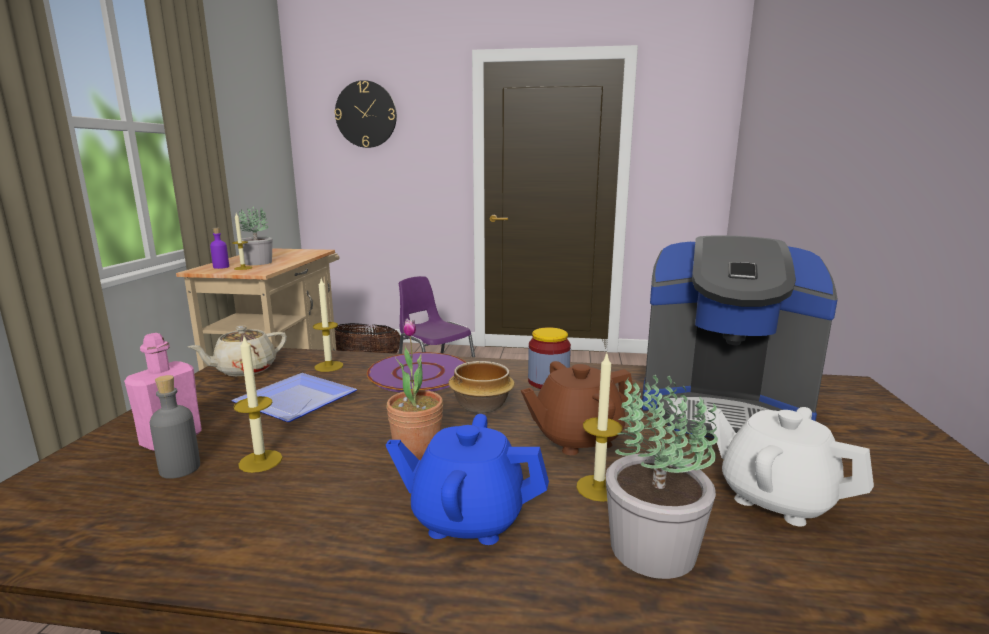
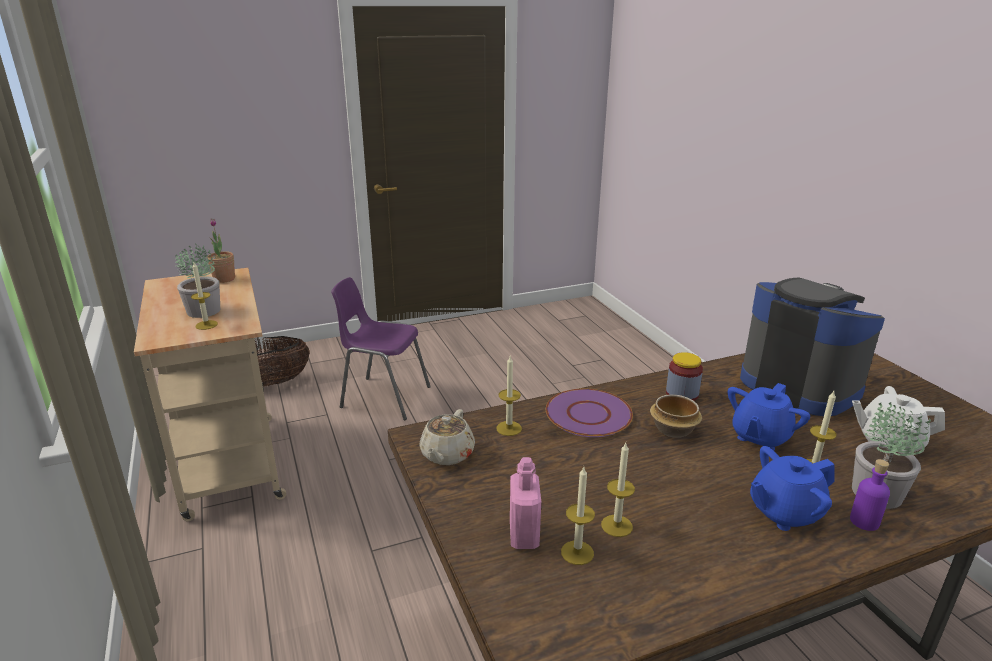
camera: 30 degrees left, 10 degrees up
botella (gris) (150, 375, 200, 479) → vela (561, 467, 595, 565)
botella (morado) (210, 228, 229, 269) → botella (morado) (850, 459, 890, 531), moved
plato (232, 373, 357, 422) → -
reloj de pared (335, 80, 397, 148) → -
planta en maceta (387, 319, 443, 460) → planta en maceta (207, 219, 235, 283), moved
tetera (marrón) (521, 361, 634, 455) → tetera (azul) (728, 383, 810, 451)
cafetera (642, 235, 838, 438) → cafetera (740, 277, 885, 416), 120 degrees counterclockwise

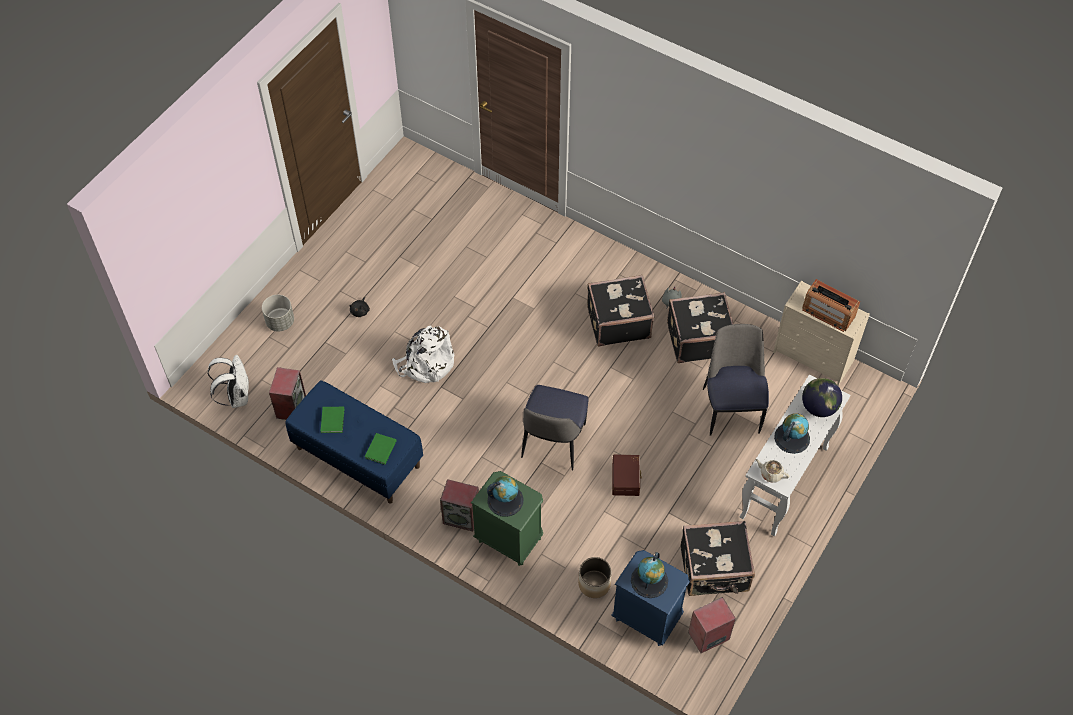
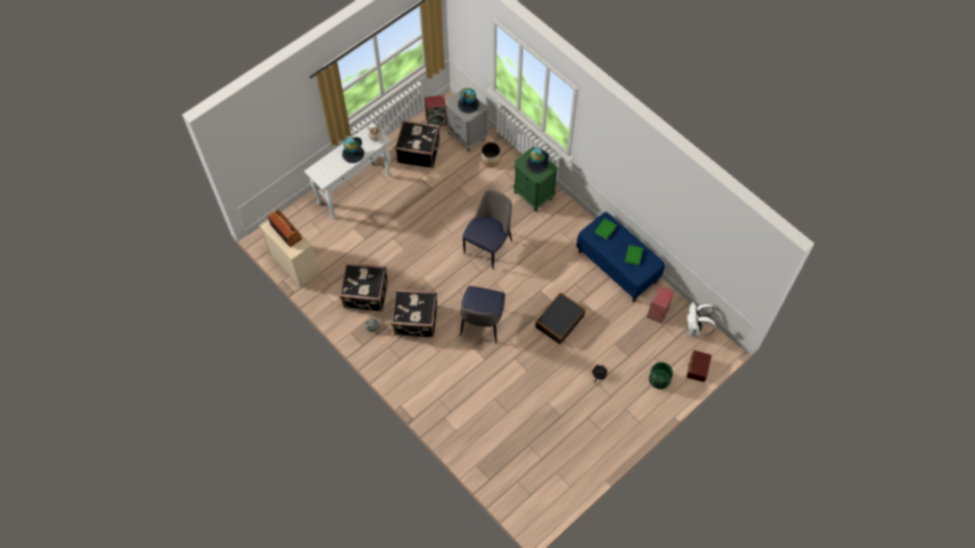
camera: 165 degrees left, 5 degrees up
maceta (gris) (262, 295, 294, 332) → maceta (verde) (649, 362, 673, 389)
mochila (blanco) (392, 325, 454, 383) → maleta (negro) (535, 293, 586, 344)
altavoz (440, 479, 479, 531) → -
mesita de noche (azul) (611, 550, 690, 646) → mesita de noche (gris) (446, 87, 488, 152)
caja de almacenaje (marrón) (612, 454, 642, 496) → caja de almacenaje (marrón) (686, 350, 712, 382), moved
silla (703, 324, 769, 436) → silla (460, 286, 505, 343), moved
globo terráqueo (802, 378, 842, 417) → -

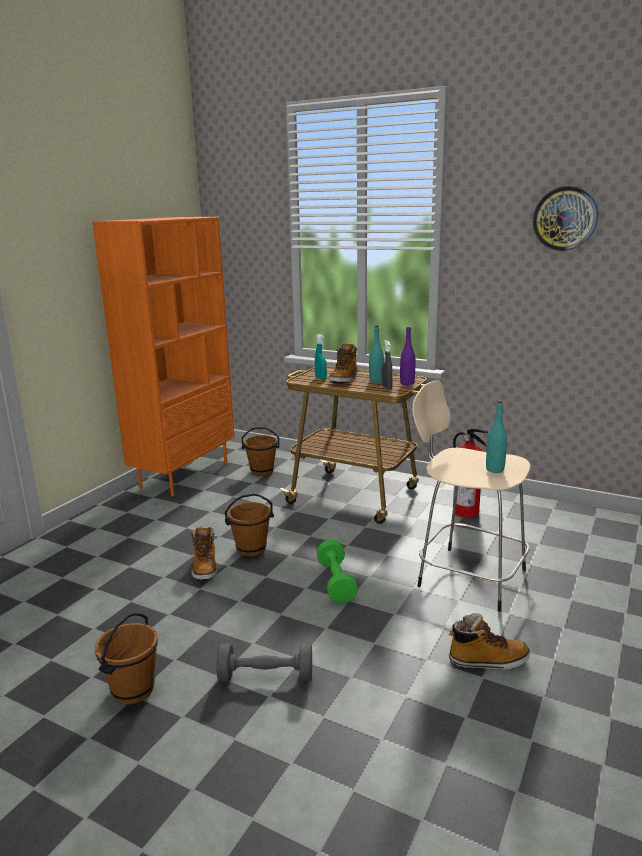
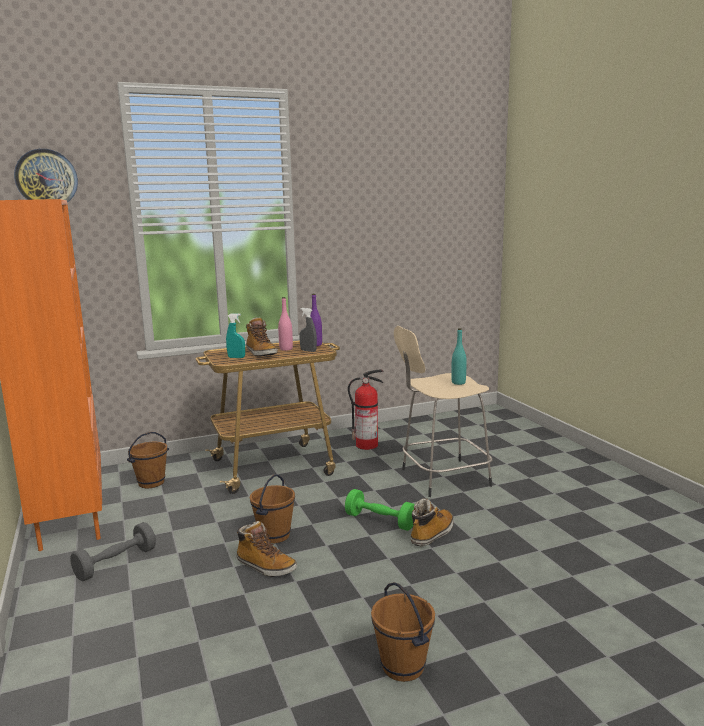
camera: 50 degrees left, 5 degrees down
mancuerna (gris) (216, 643, 312, 682) → mancuerna (gris) (70, 522, 156, 581), moved
botella (turquesa) (369, 326, 384, 383) → botella (rosa) (278, 297, 293, 351)
bota (449, 613, 530, 670) → bota (411, 499, 453, 546), moved
reloj de pared (533, 186, 598, 251) → reloj de pared (14, 149, 78, 203), moved

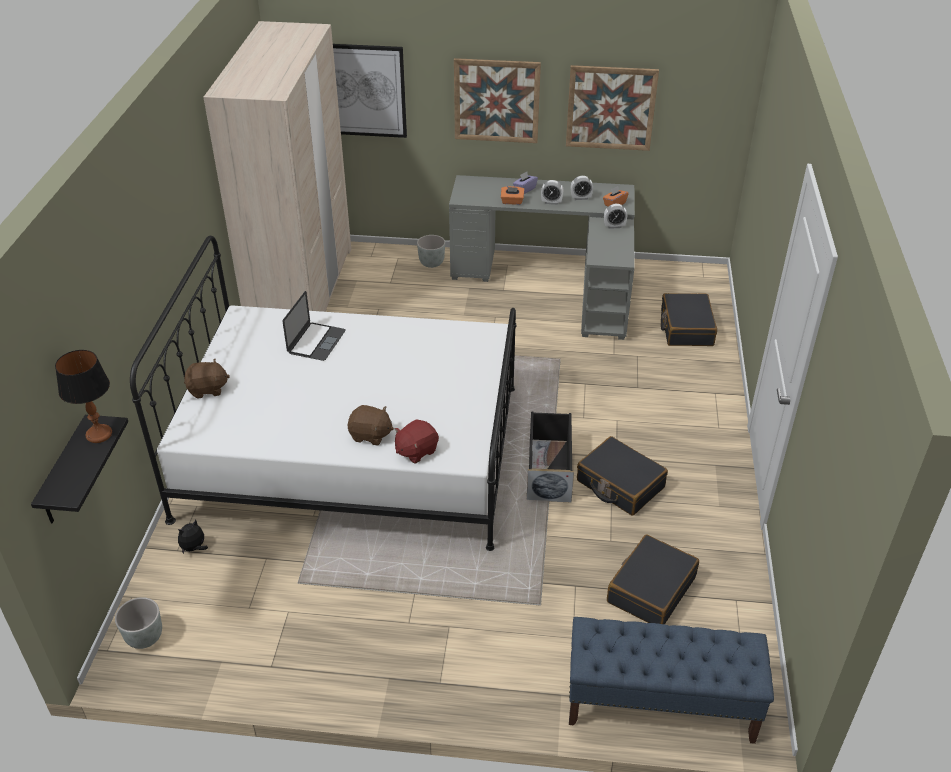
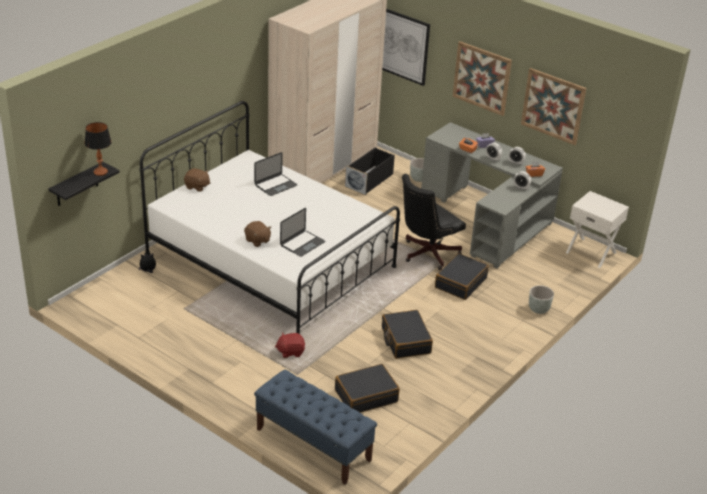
camera: 30 degrees right, 5 degrees down
maceta (gris) (115, 597, 162, 649) → maceta (gris) (529, 285, 554, 314), moved
peluche (rojo) (395, 419, 439, 464) → peluche (rojo) (275, 333, 305, 358), moved
caja de almacenaje (negro) (527, 412, 574, 503) → caja de almacenaje (negro) (345, 147, 395, 195), moved
maleta (negro) (661, 293, 717, 346) → maleta (negro) (435, 253, 489, 300), moved
- → portátil (280, 208, 325, 257)
- → silla de oficina (negro) (402, 174, 466, 270)
- → mesita de noche (blanco) (566, 191, 629, 268)

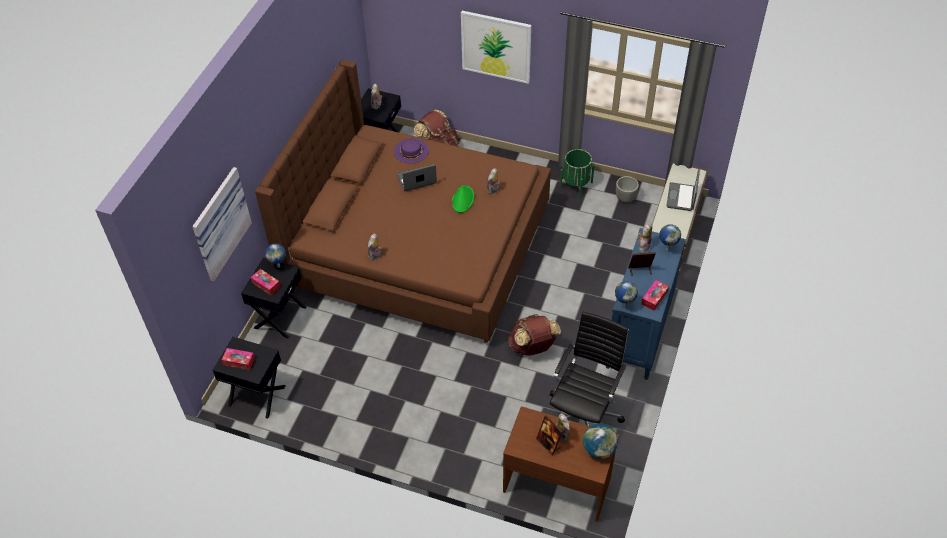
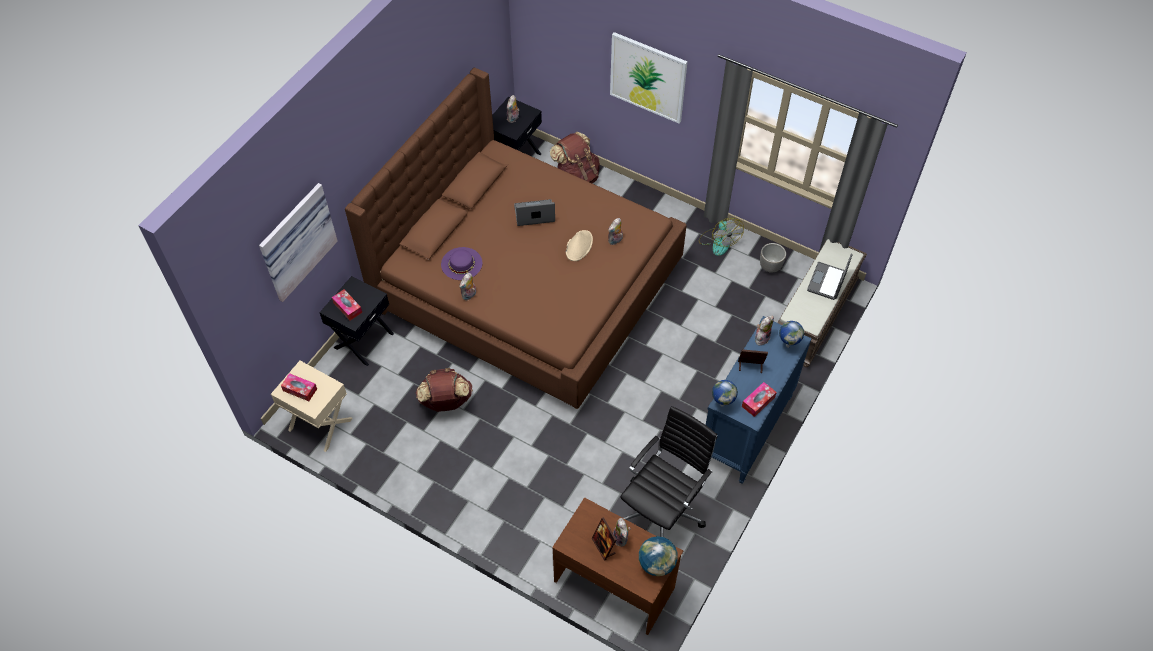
camera: 10 degrees right, 5 degrees up
mesita de noche (negro) (213, 337, 286, 419) → mesita de noche (beis) (271, 361, 353, 452)
globo terráqueo (265, 243, 286, 268) → -
sombrero (morado) (394, 138, 429, 163) → sombrero (morado) (441, 247, 482, 280), moved
sombrero (verde) (452, 185, 474, 213) → sombrero (beis) (566, 230, 593, 261)
mochila (marrón) (508, 314, 561, 356) → mochila (marrón) (416, 368, 473, 412), moved
maceta (verde) (560, 149, 595, 197) → ventilador (699, 218, 744, 256)

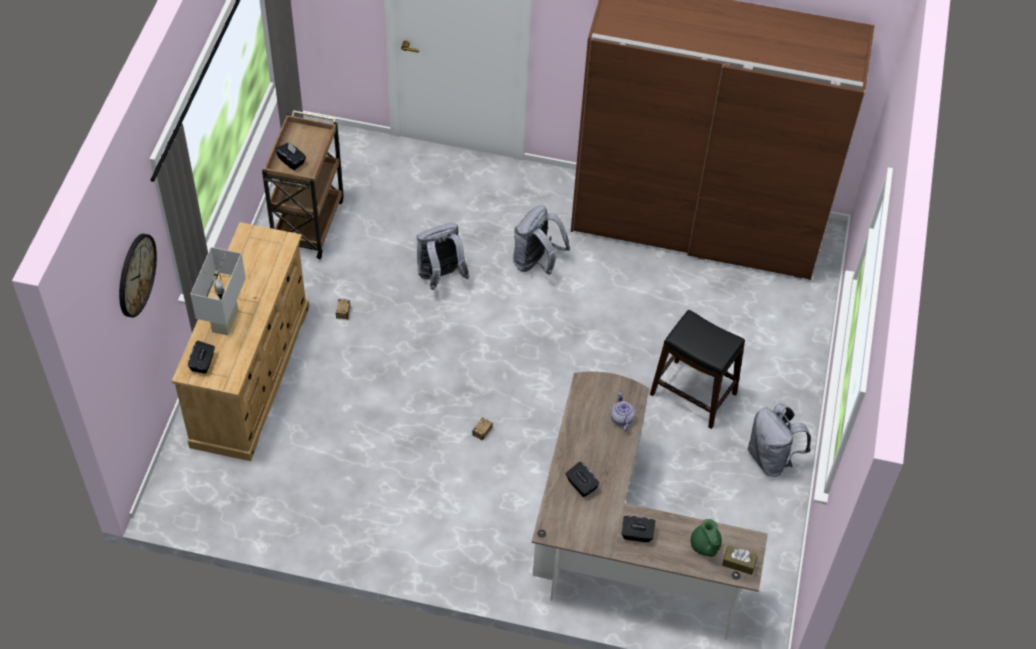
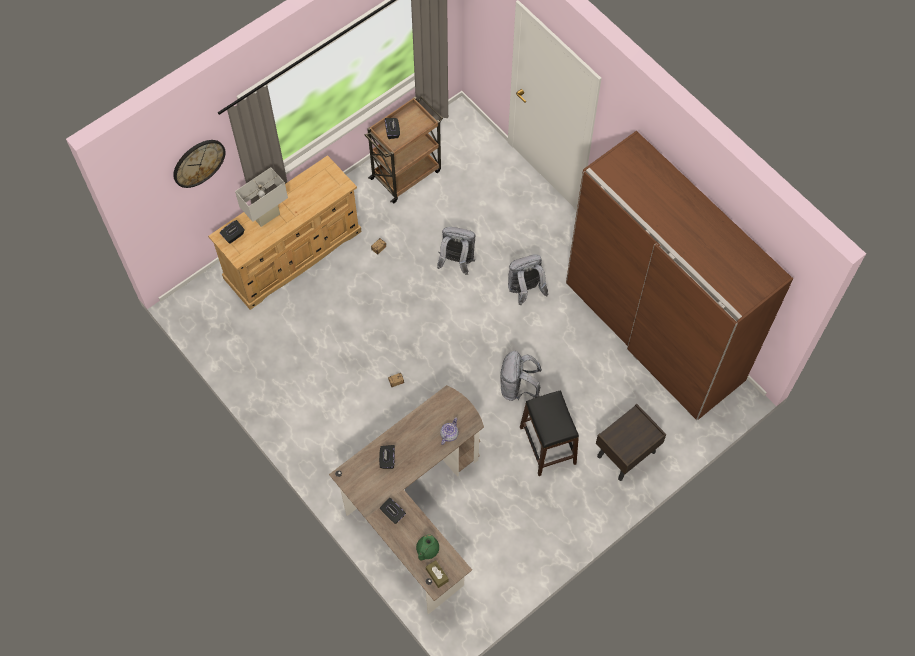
camera: 40 degrees right, 10 degrees up
mochila (gris) (748, 403, 811, 477) → mochila (gris) (500, 351, 542, 401), moved
- → mesita de noche (marrón) (596, 404, 666, 481)

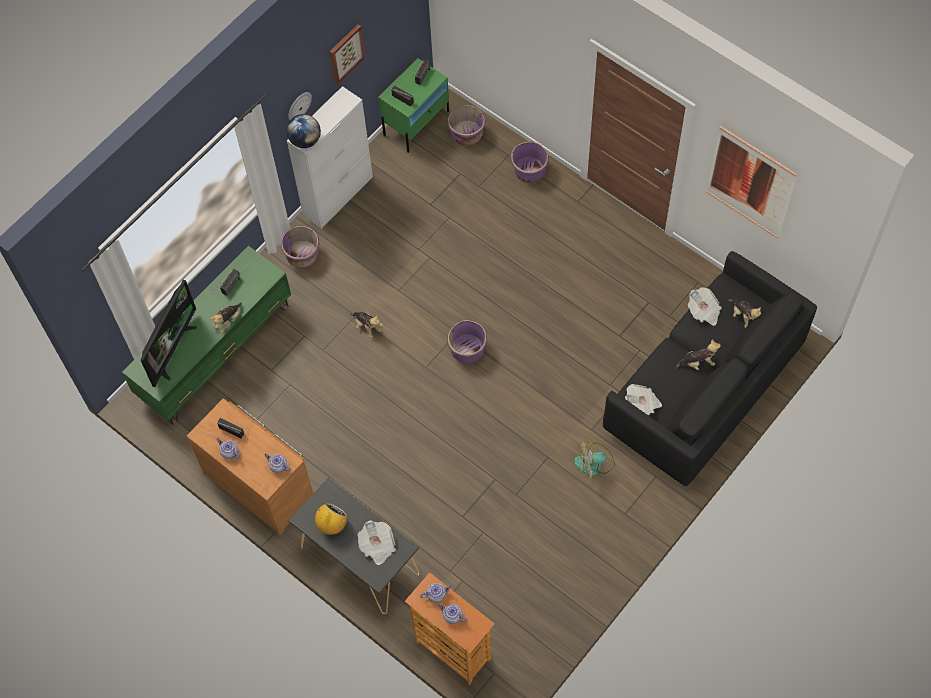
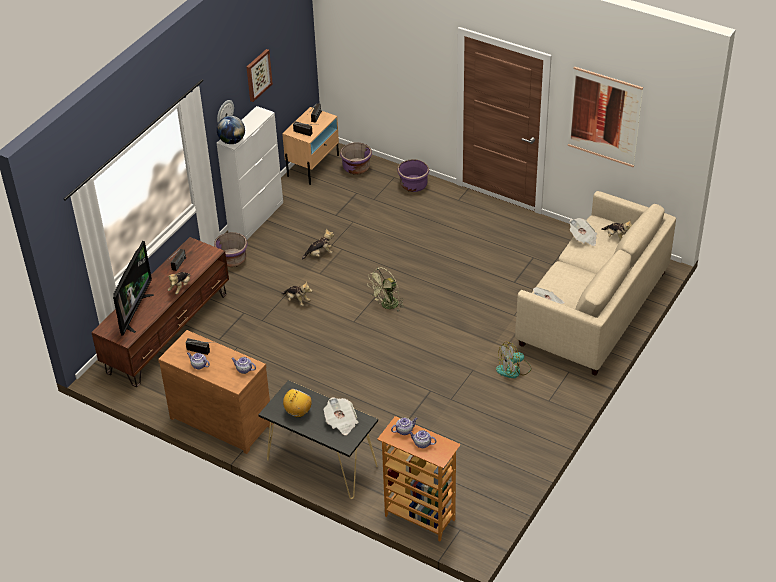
camera: 10 degrees left, 20 degrees down
mueble de televisión (verde) (122, 246, 291, 425) → mueble de televisión (marrón) (91, 237, 229, 387)
mesita de noche (verde) (378, 58, 449, 153) → mesita de noche (beis) (282, 107, 339, 185)
maceta (morado) (447, 320, 487, 364) → ventilador (verde) (367, 267, 404, 311)
sofá (negro) (603, 251, 817, 486) → sofá (beis) (515, 191, 676, 376)
peluche (675, 339, 721, 370) → peluche (302, 229, 334, 260), moved

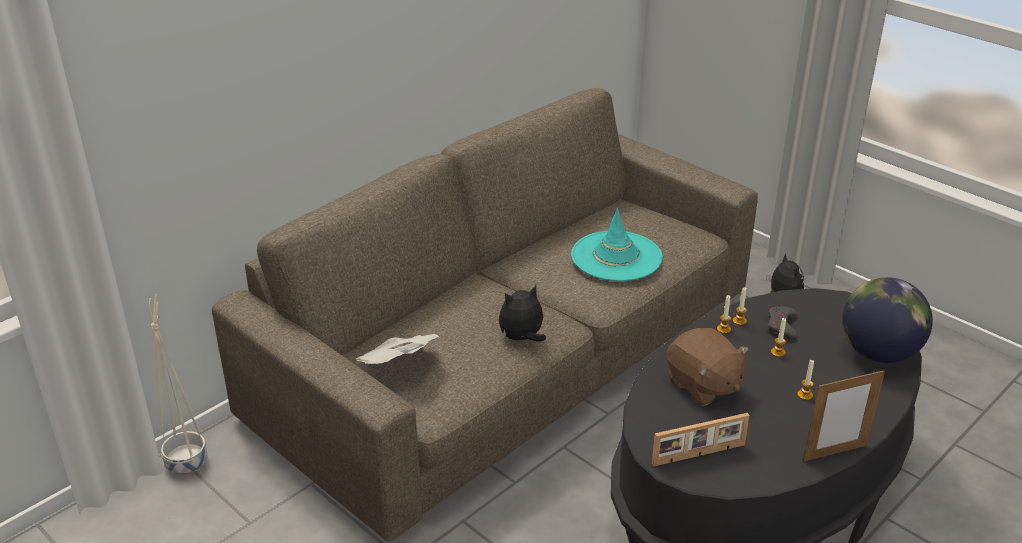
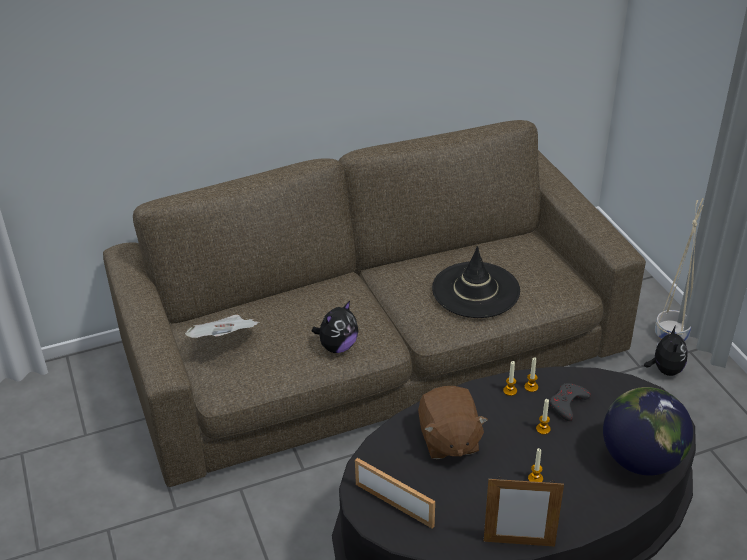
camera: 25 degrees right, 5 degrees up
maceta (beis) (149, 294, 208, 475) → maceta (beis) (655, 198, 704, 341), moved
peluche (499, 285, 546, 342) → peluche (312, 301, 358, 353), 135 degrees clockwise
sombrero (turquesa) (571, 208, 663, 281) → sombrero (negro) (432, 246, 520, 318)
portarretratos (652, 413, 750, 467) → portarretratos (355, 458, 435, 529), 150 degrees counterclockwise

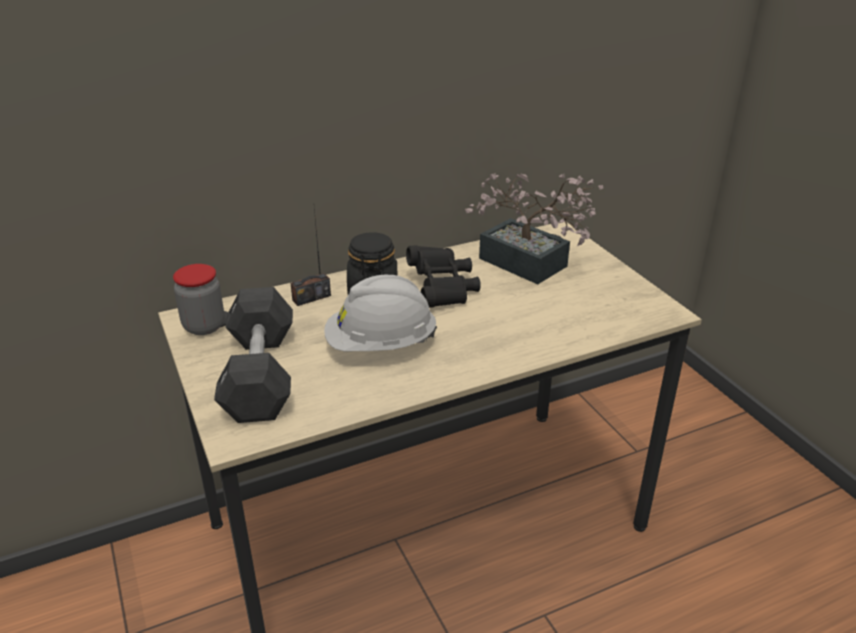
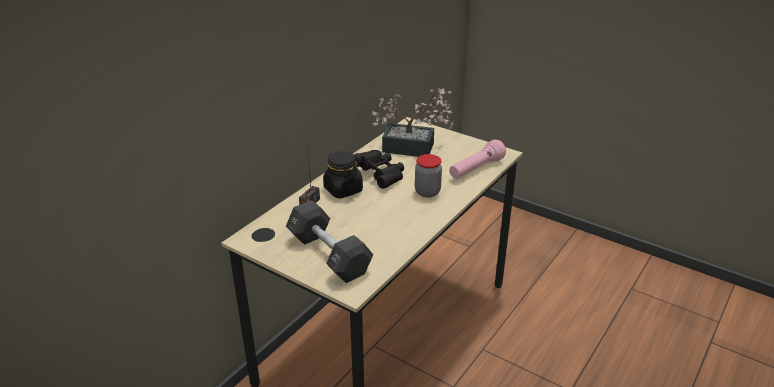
camera: 30 degrees left, 0 degrees up
tarro (173, 264, 225, 335) → tarro (415, 154, 442, 197), moved
casco (blanco) (324, 275, 437, 351) → -
- → linterna (rosa) (449, 140, 506, 179)

